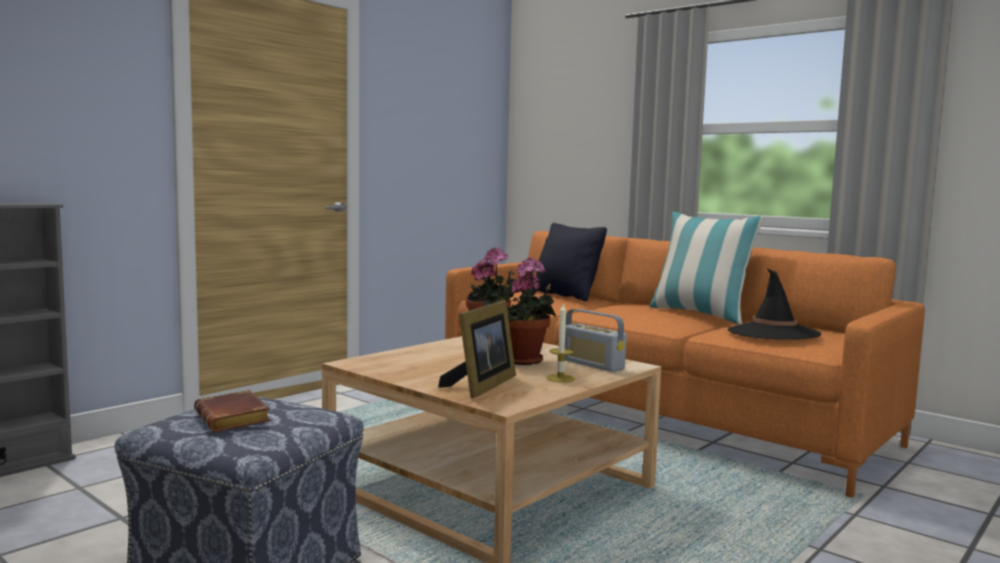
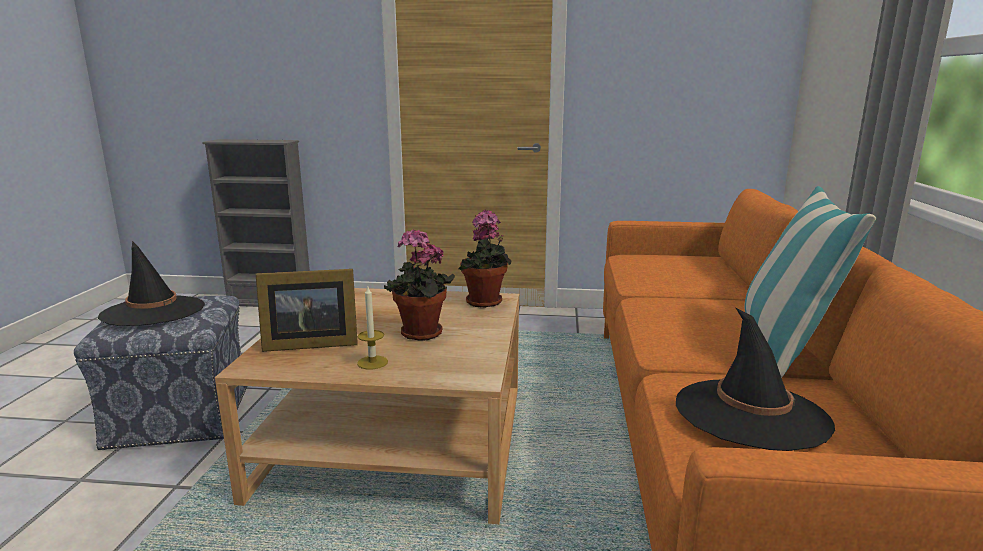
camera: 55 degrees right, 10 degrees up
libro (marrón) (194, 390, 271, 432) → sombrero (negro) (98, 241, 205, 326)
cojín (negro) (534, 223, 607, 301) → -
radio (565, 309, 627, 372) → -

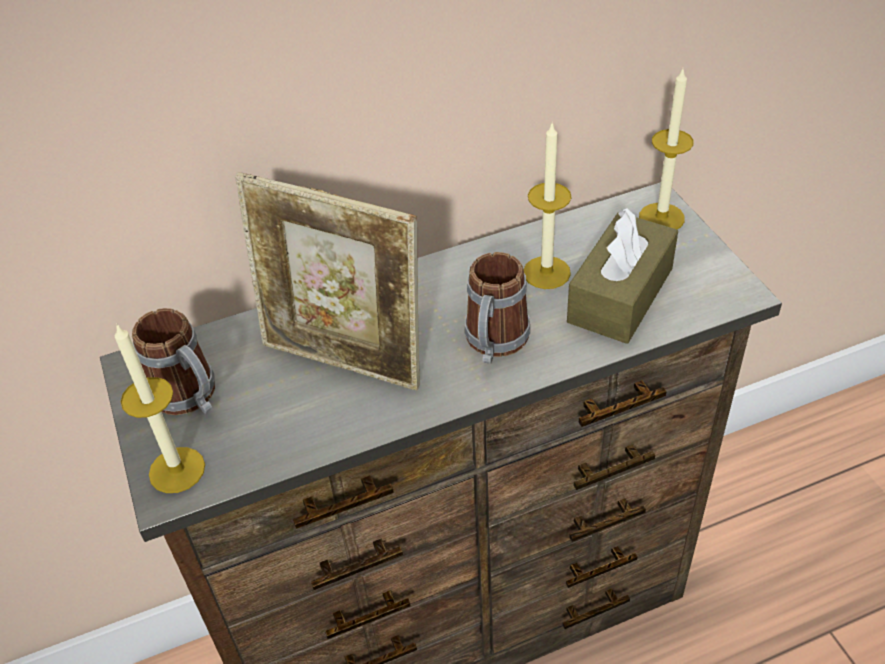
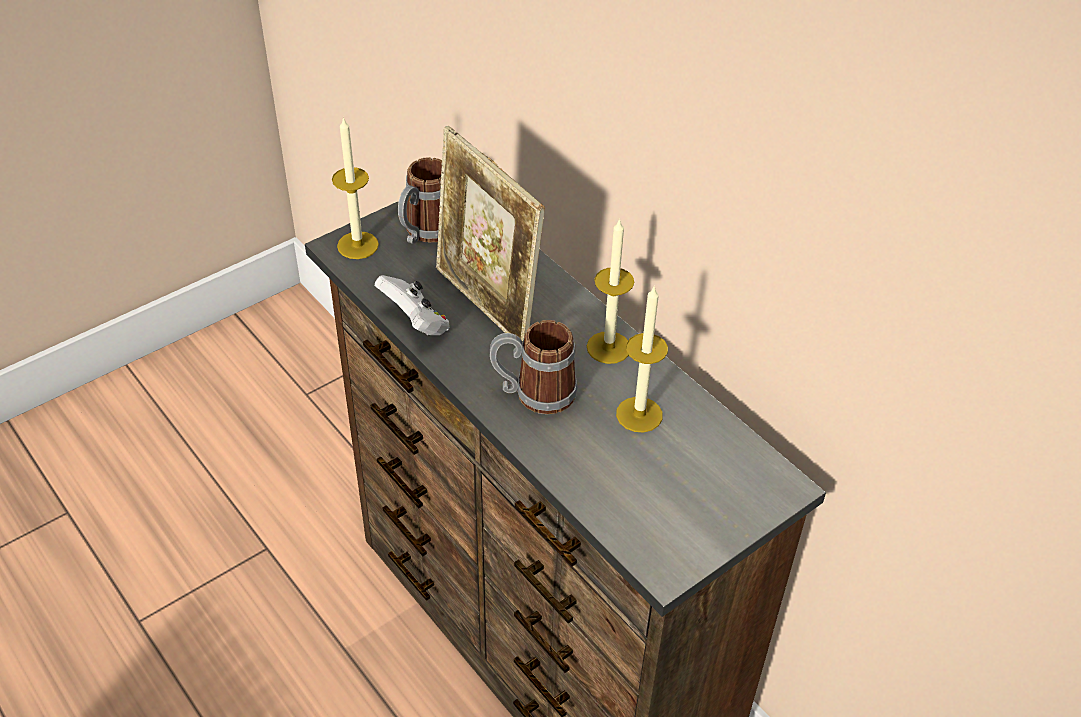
camera: 70 degrees right, 0 degrees up
portarretratos (235, 172, 420, 390) → portarretratos (436, 126, 545, 342), 45 degrees counterclockwise
caja de pañuelos (marrón) (567, 208, 678, 344) → -
vela (639, 69, 693, 229) → vela (587, 218, 634, 364), moved
- → mando de consola (blanco) (375, 275, 449, 335)

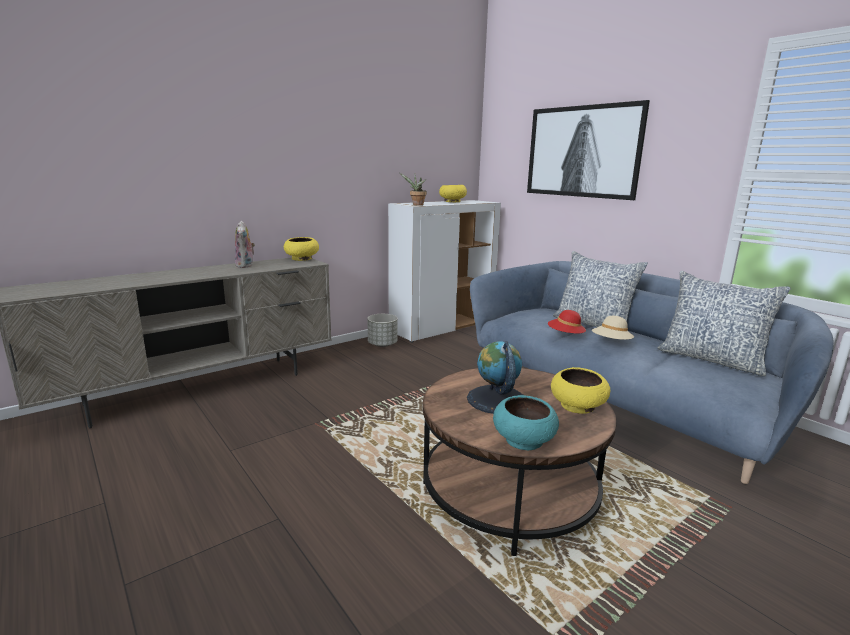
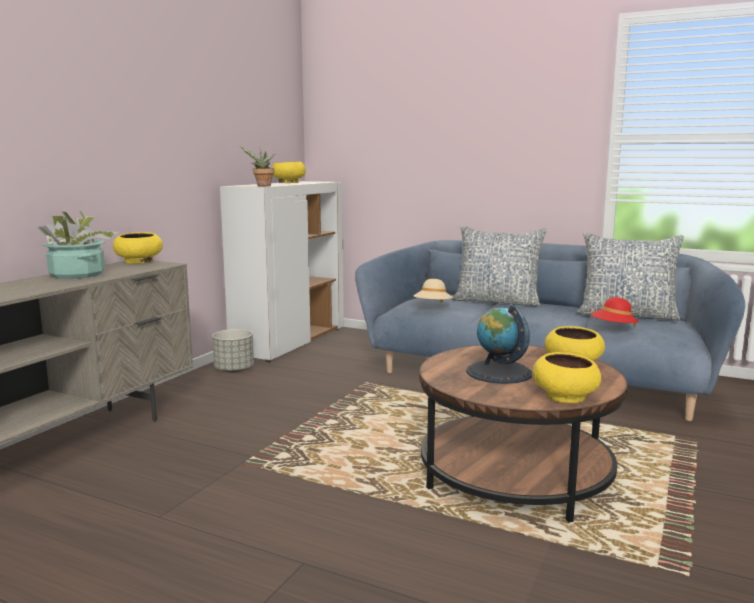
camera: 25 degrees left, 5 degrees down
peluche (235, 221, 255, 268) → planta en maceta (37, 211, 119, 279)
cuenco (turquesa) (493, 395, 559, 450) → cuenco (amarillo) (533, 352, 601, 403)
cuadro (527, 100, 650, 200) → -
sombrero (rojo) (548, 310, 586, 337) → sombrero (rojo) (591, 297, 638, 328), moved
sombrero (beis) (592, 316, 634, 340) → sombrero (beis) (413, 279, 453, 303), moved

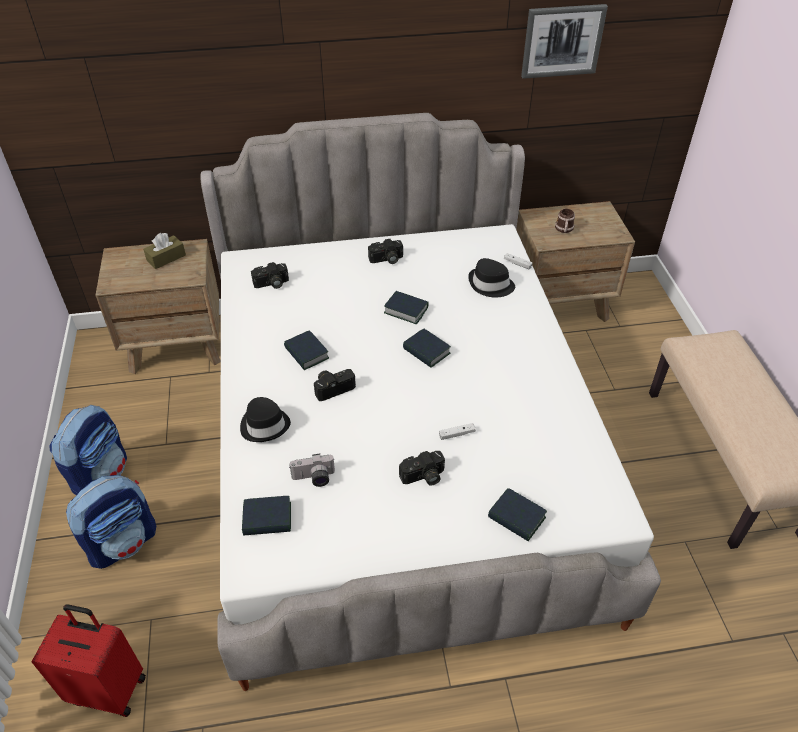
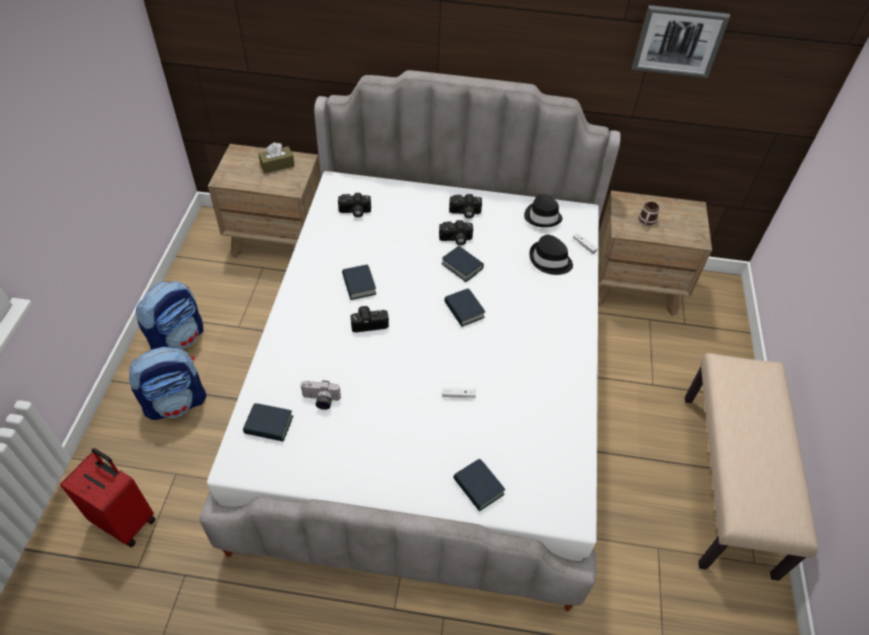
camera: 15 degrees right, 5 degrees up
sombrero (negro) (240, 397, 291, 442) → sombrero (negro) (524, 195, 563, 227), moved
cámara (399, 451, 445, 486) → cámara (439, 220, 473, 246), moved

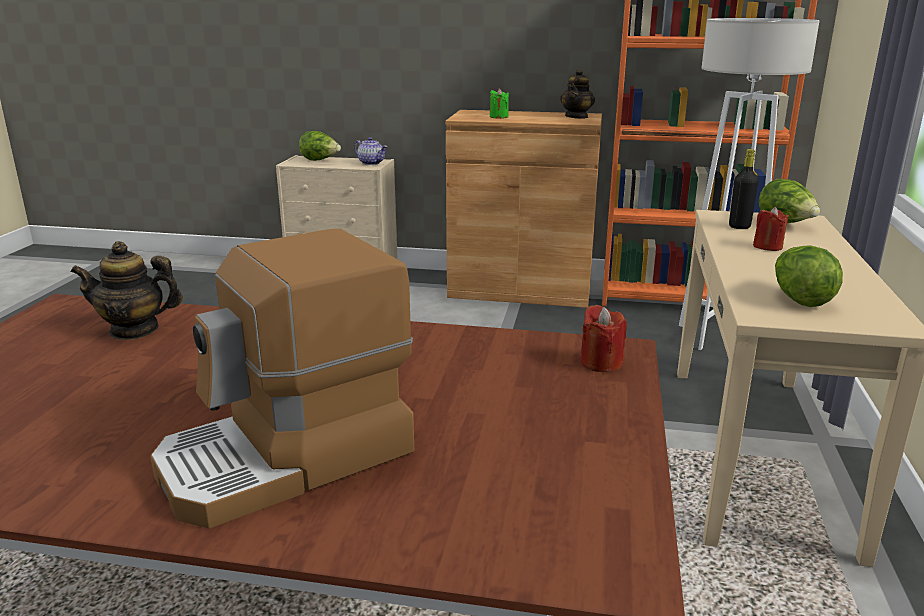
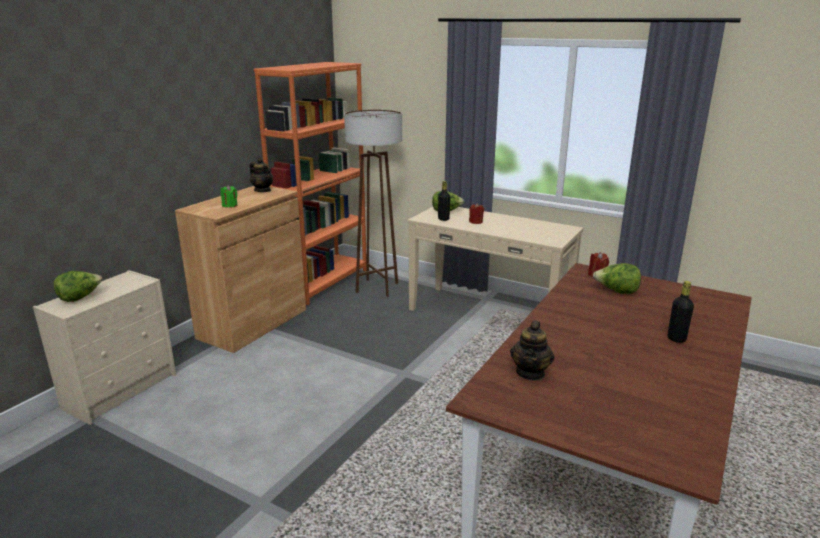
camera: 70 degrees left, 0 degrees up
cafetera (150, 228, 414, 528) → botella (negro) (668, 281, 694, 343)
tetera (354, 137, 387, 165) → -
lámpara de pie (blanco) (679, 18, 820, 350) → lámpara de pie (marrón) (344, 110, 402, 297)
lechuga (775, 245, 843, 307) → lechuga (593, 263, 641, 294), moved

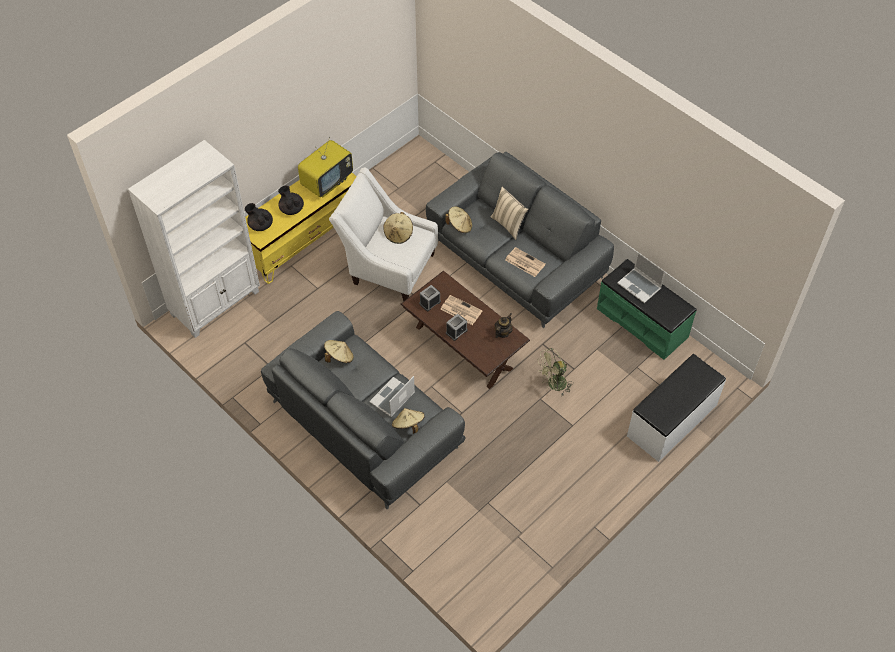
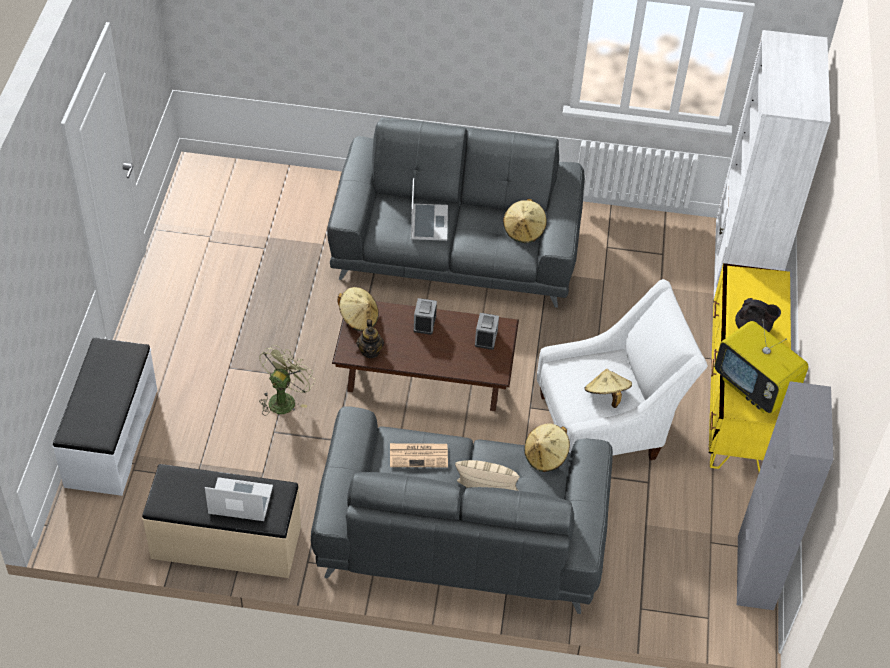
camera: 140 degrees right, 5 degrees down
tetera (negro) (245, 203, 273, 231) → -
televisor (298, 137, 353, 197) → televisor (714, 319, 808, 414), 45 degrees counterclockwise
sombrero (beis) (392, 408, 425, 434) → sombrero (beis) (338, 287, 379, 331), moved
periódico (440, 295, 482, 325) → -
banco (verde) (597, 259, 696, 360) → banco (beis) (142, 464, 301, 578)
- → armario (gris) (737, 381, 833, 610)

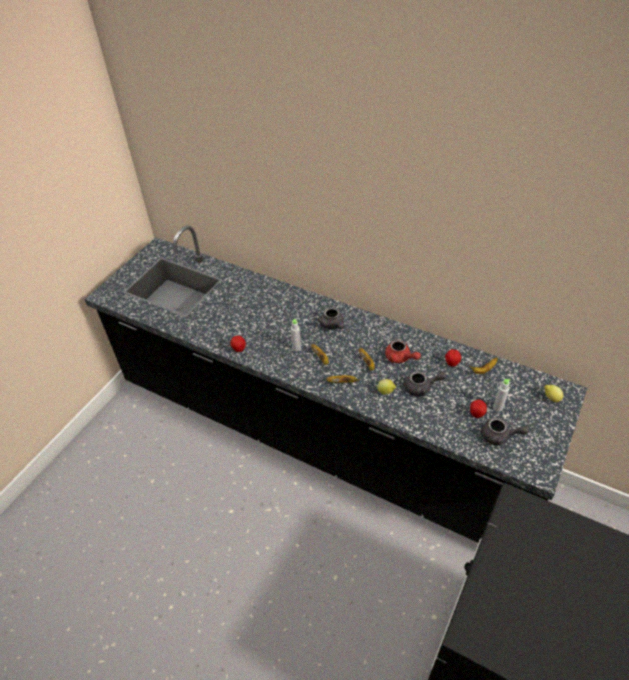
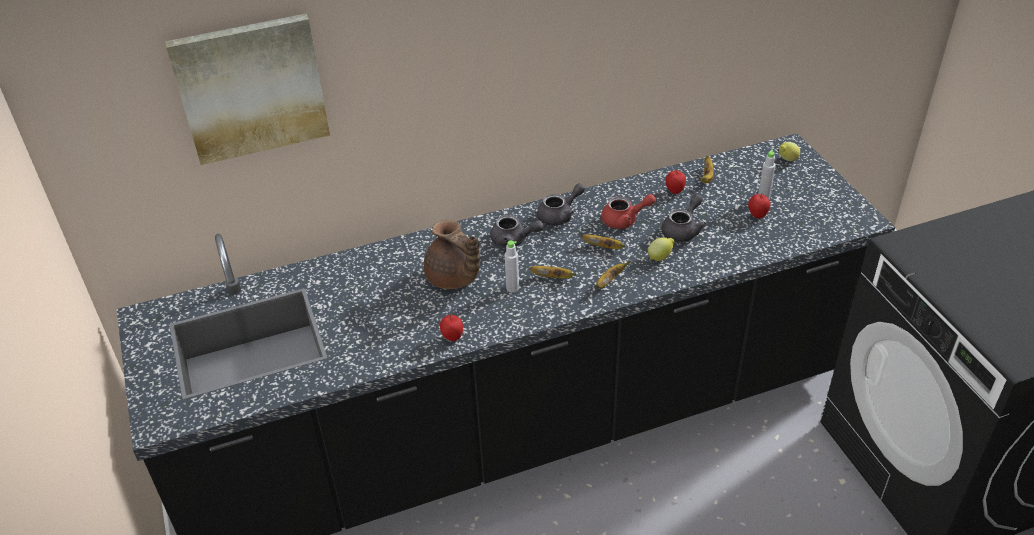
camera: 50 degrees left, 5 degrees down
tetera (gris) (481, 418, 529, 446) → tetera (gris) (537, 183, 585, 226), moved
- → cuadro (165, 14, 330, 165)
- → tetera (marrón) (424, 220, 480, 289)

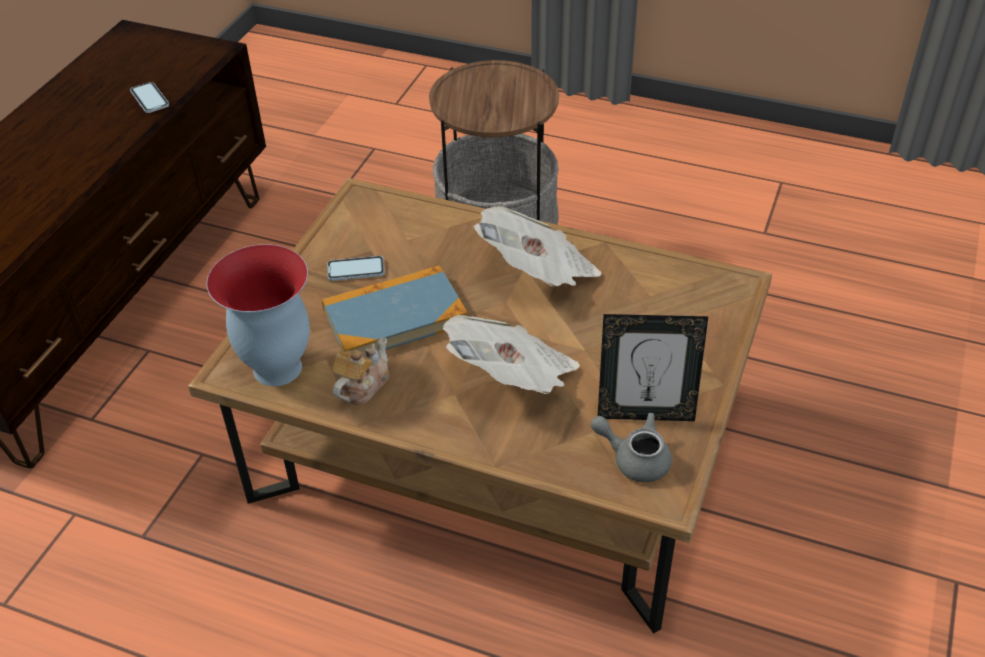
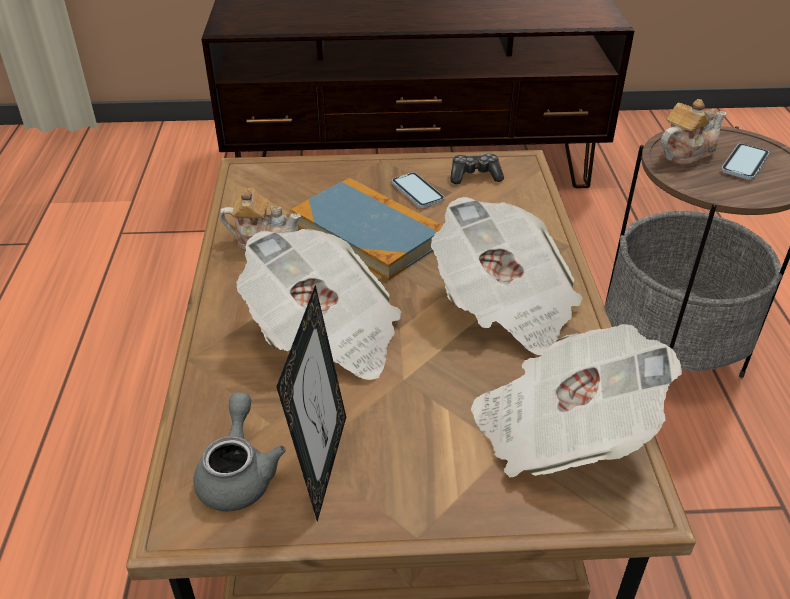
camera: 65 degrees right, 5 degrees down
móvil (130, 82, 169, 113) → móvil (721, 143, 770, 180), moved
florero (207, 244, 310, 386) → -
portarretratos (598, 314, 708, 421) → portarretratos (276, 285, 346, 522), 150 degrees counterclockwise
- → mando de consola (450, 153, 504, 184)
- → periódico (471, 324, 682, 477)
- → tetera (660, 99, 727, 165)

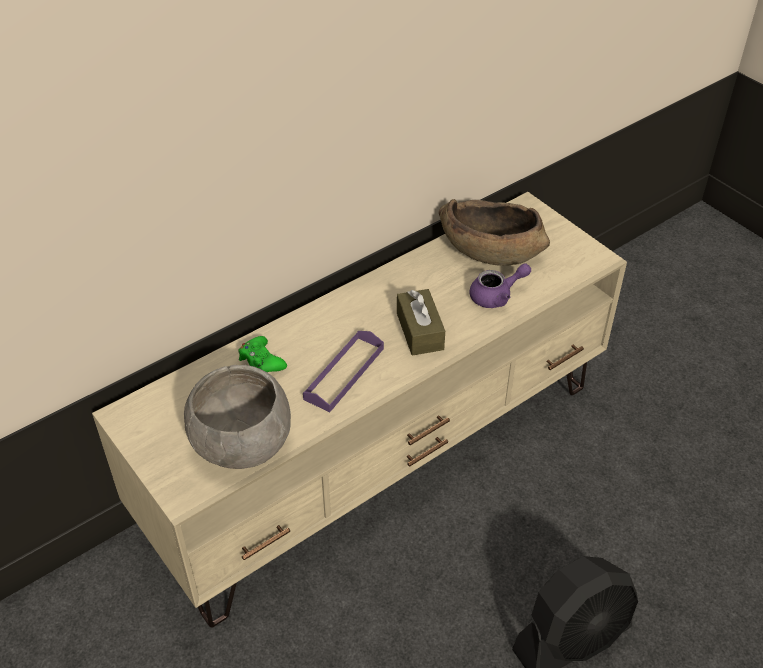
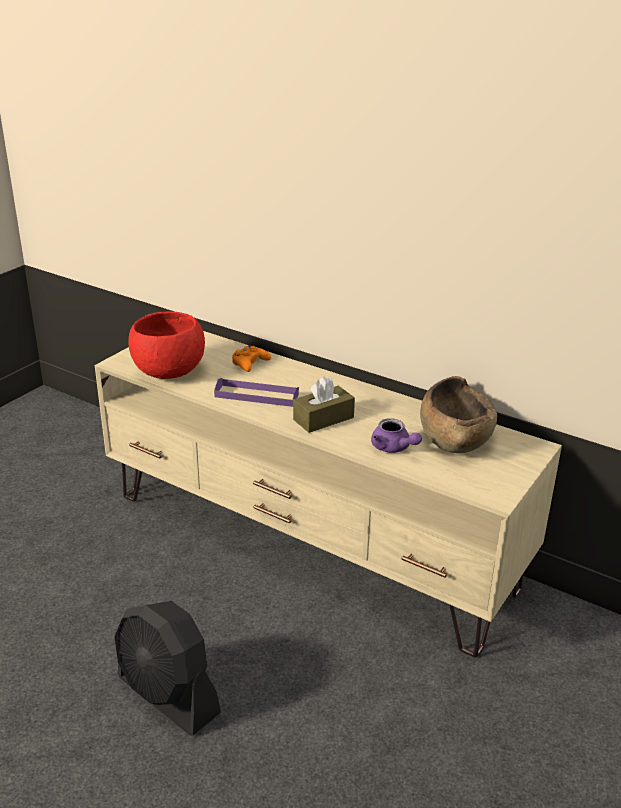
camera: 70 degrees right, 15 degrees down
cuenco (gris) (184, 365, 291, 469) → cuenco (rojo) (128, 311, 205, 379)
mando de consola (verde) (239, 336, 287, 372) → mando de consola (naranja) (232, 345, 271, 372)

